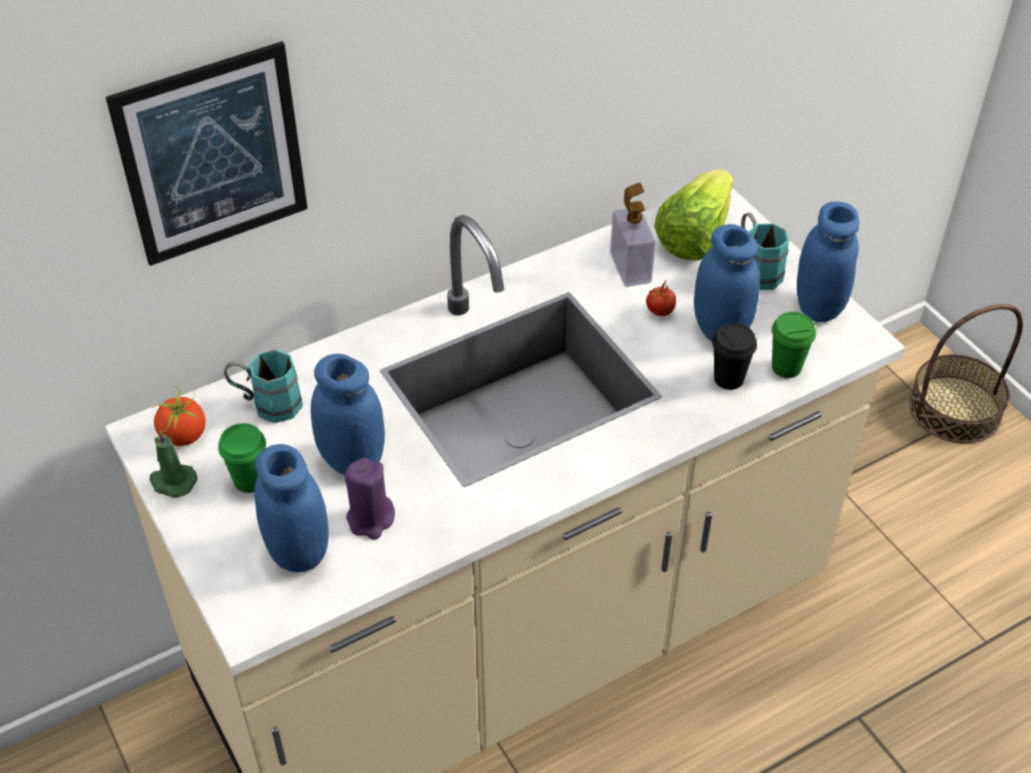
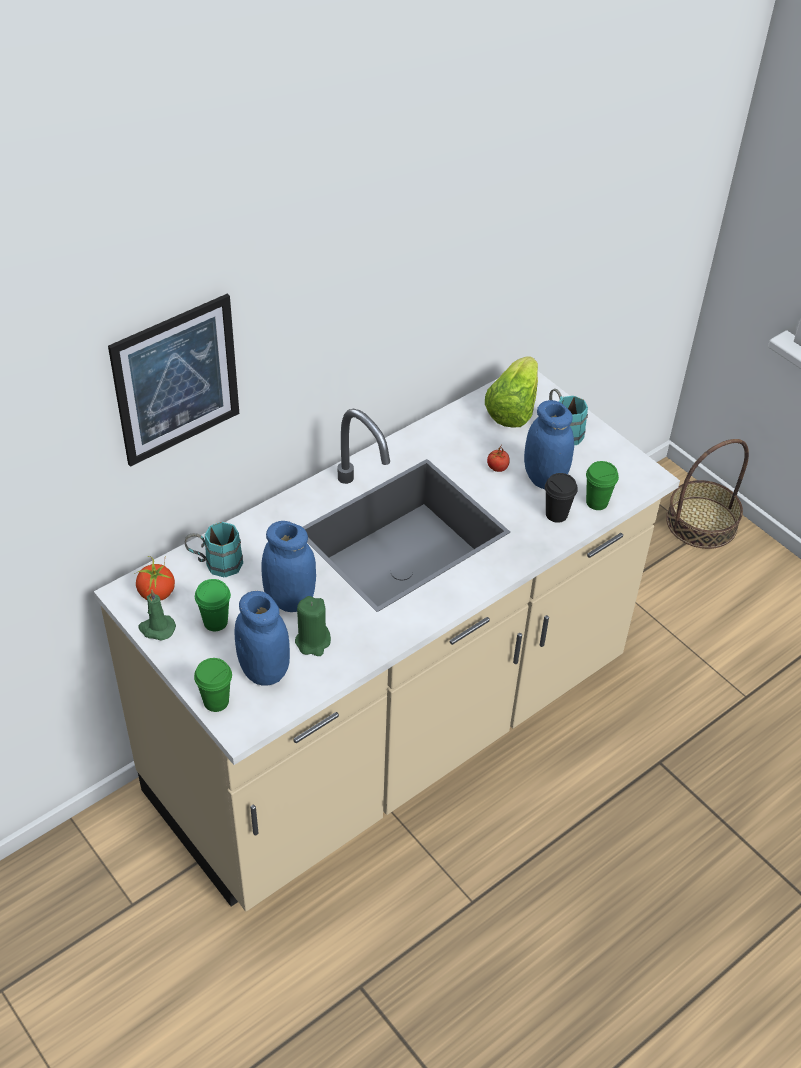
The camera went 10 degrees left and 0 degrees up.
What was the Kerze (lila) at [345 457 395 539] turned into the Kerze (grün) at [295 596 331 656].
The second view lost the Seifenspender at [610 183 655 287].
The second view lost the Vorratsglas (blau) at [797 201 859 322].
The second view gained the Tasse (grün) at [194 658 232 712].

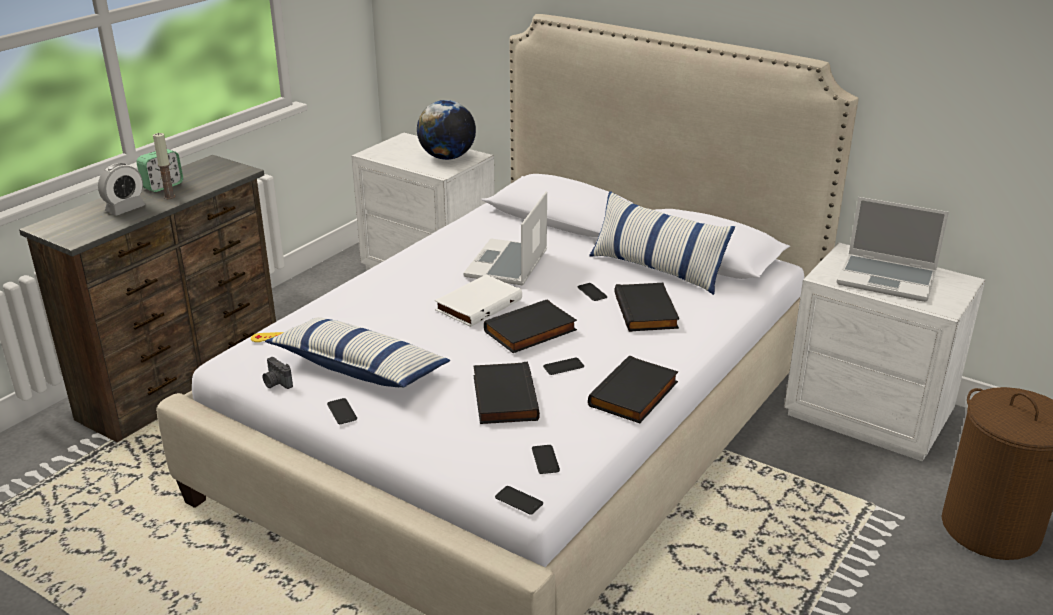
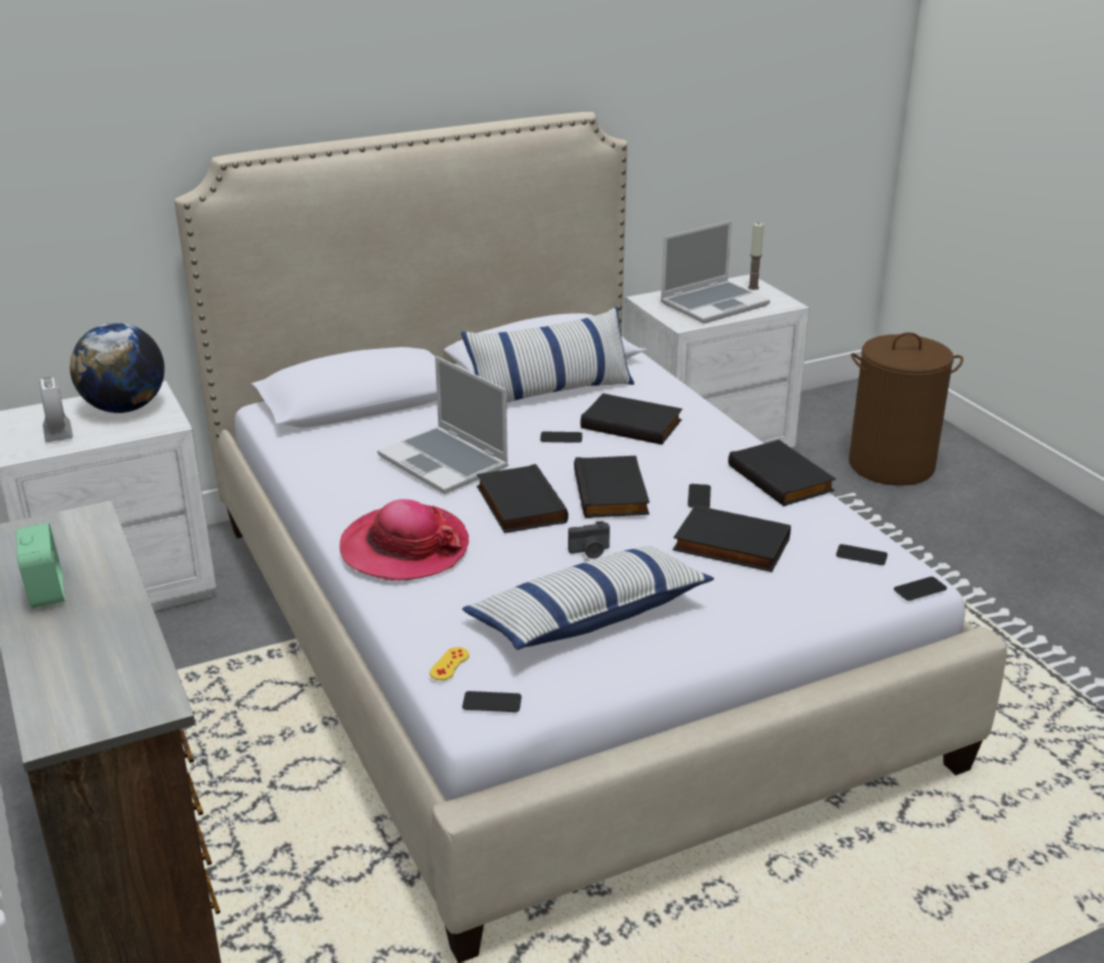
The camera went 60 degrees left and 0 degrees up.
The Wecker ended up elsewhere, having gone from [98 163 146 215] to [39 377 73 442].
The Kerze ended up elsewhere, having gone from [153 133 176 199] to [748 222 764 290].
The Kamera ended up elsewhere, having gone from [263 357 293 389] to [568 521 610 559].
The Handy ended up elsewhere, having gone from [327 398 357 424] to [462 691 522 712].
What was the Buch (weiß) at [435 275 522 327] turned into the Buch (schwarz) at [477 464 568 533].
The second view gained the Hut at [340 499 469 581].

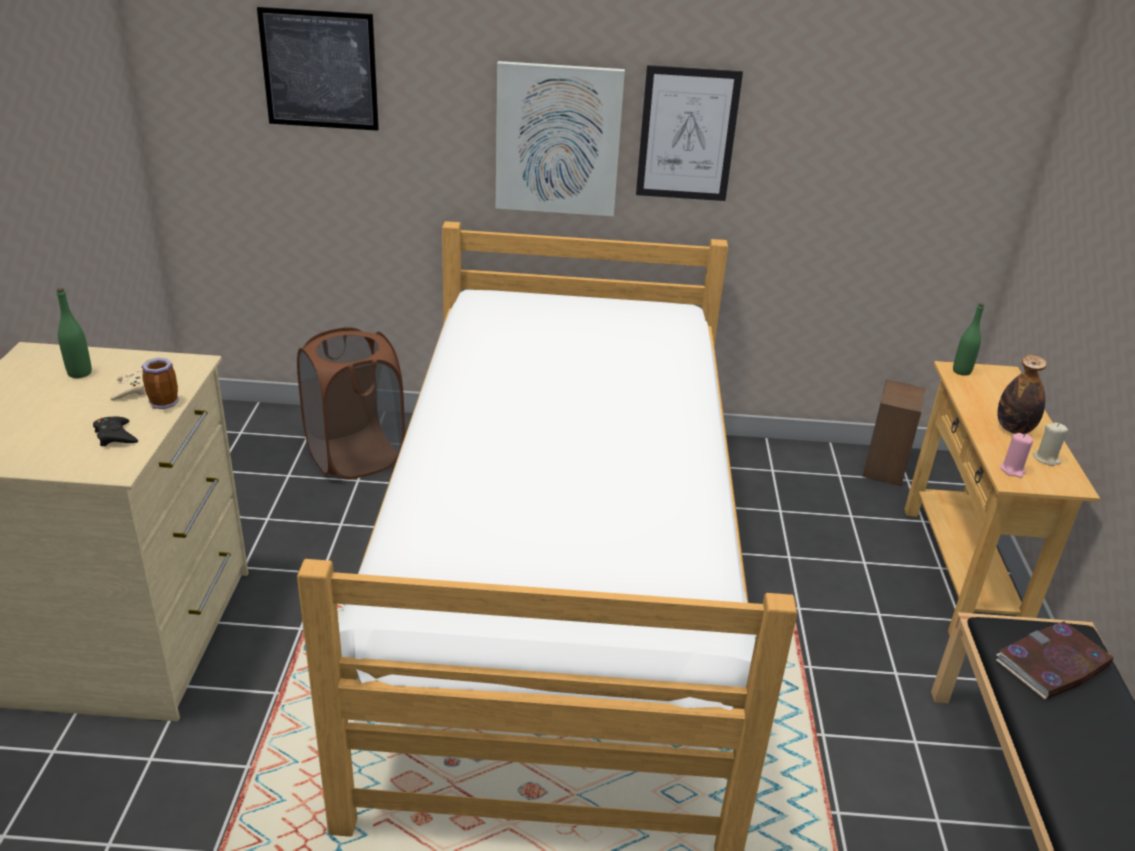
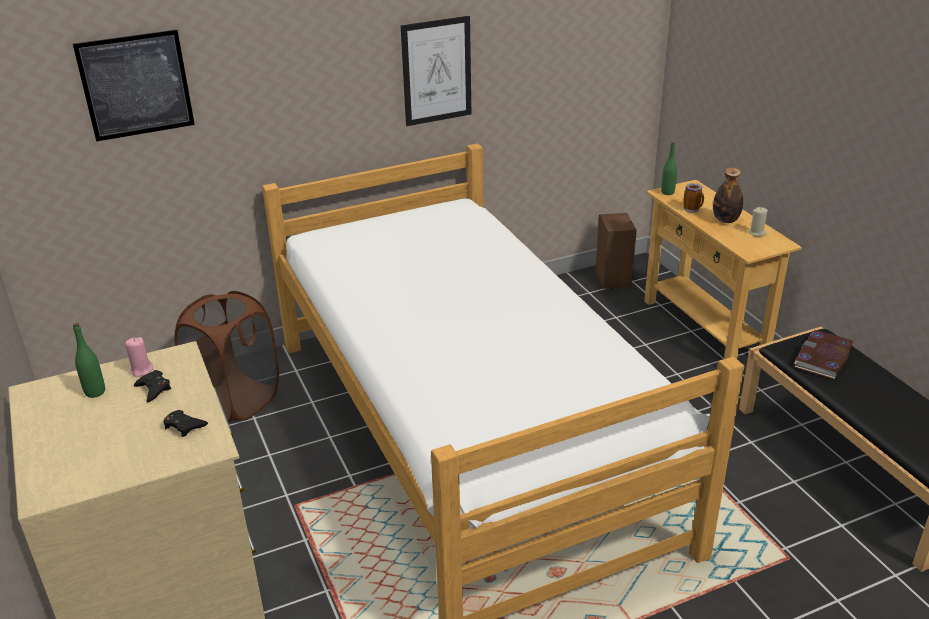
The camera went 25 degrees left and 0 degrees up.
What was the Gamepad (beige) at [110 369 146 400] turned into the Gamepad (schwarz) at [134 370 171 402].
The Henkelbecher ended up elsewhere, having gone from [142 358 179 409] to [683 183 704 213].
The second view lost the Bild at [496 61 625 216].
The Kerze (rosa) ended up elsewhere, having gone from [1000 433 1033 478] to [125 337 153 377].

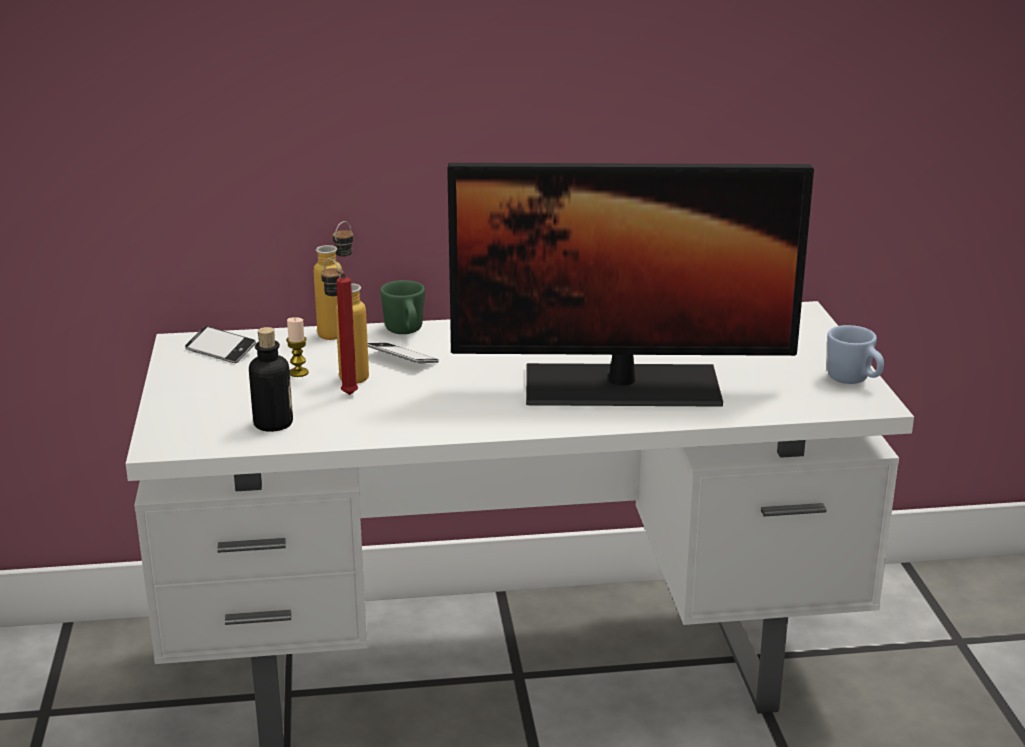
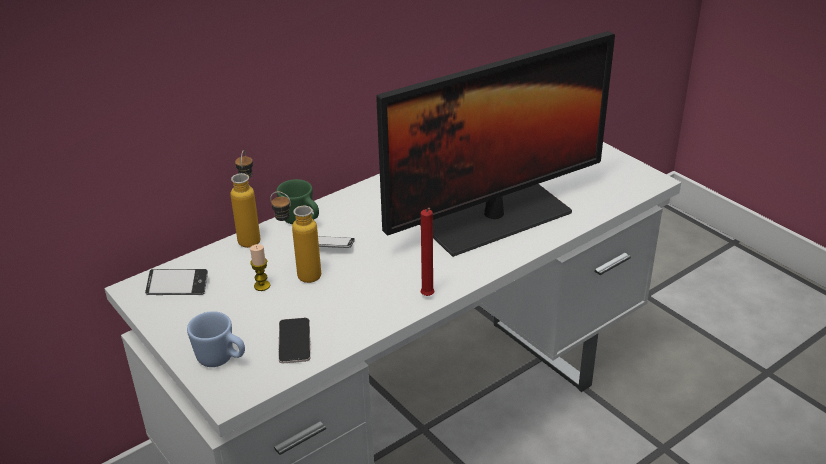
The camera went 30 degrees left and 10 degrees up.
Where the Flasche stood at [249 327 293 432], the Handy came to stand at [278 318 311 363].
The Kerze (rot) ended up elsewhere, having gone from [336 271 358 395] to [421 208 435 296].
The Henkelbecher (blau) ended up elsewhere, having gone from [827 325 884 384] to [187 311 245 367].

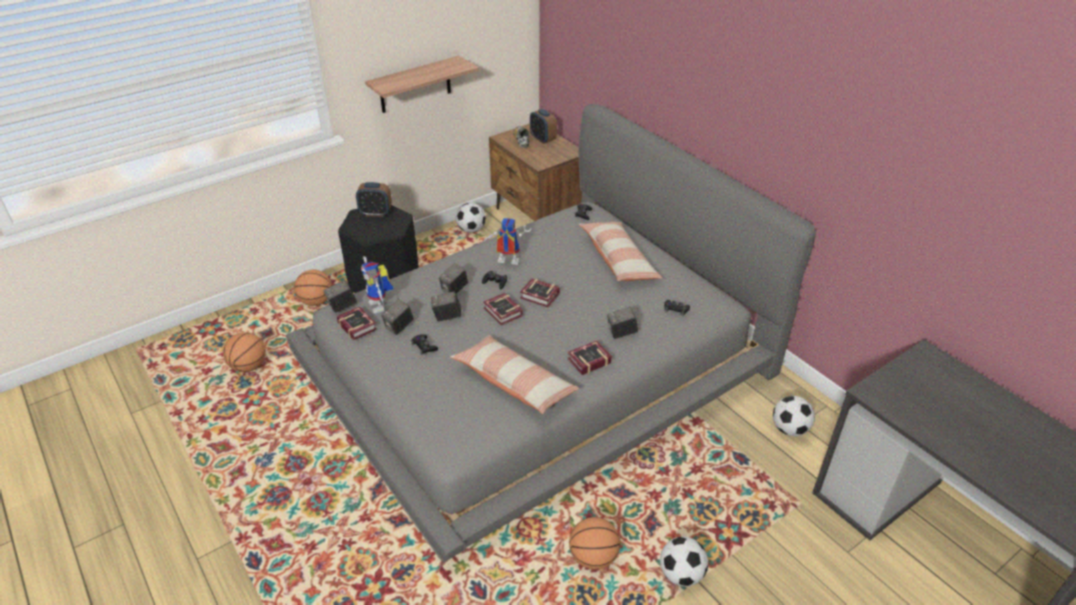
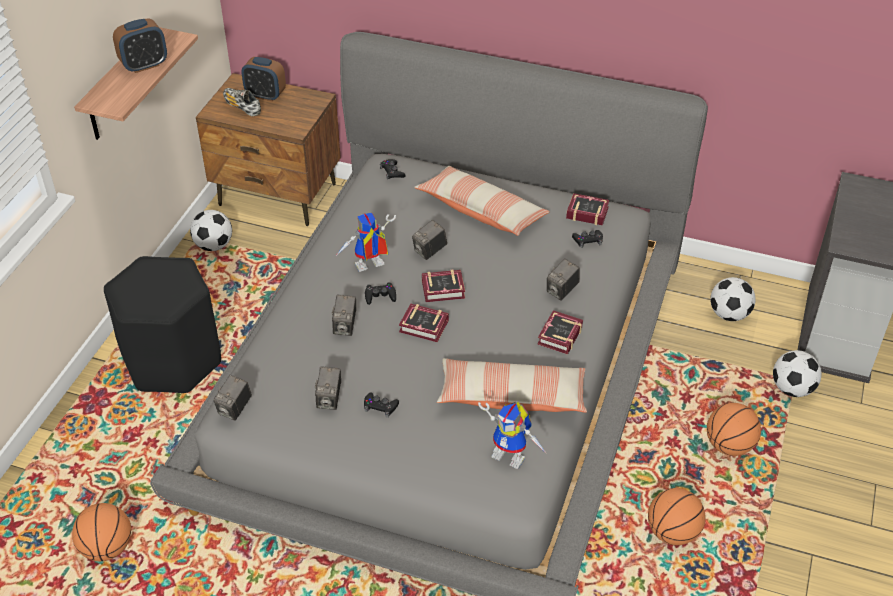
The camera went 35 degrees left and 5 degrees up.
The Basketball ended up elsewhere, having gone from [294 270 332 306] to [707 403 761 456].
The Buch ended up elsewhere, having gone from [336 306 377 340] to [566 193 609 225].
The Wecker ended up elsewhere, having gone from [356 182 392 217] to [113 18 167 73].
The Spielzeugroboter ended up elsewhere, having gone from [361 256 394 314] to [478 402 547 469].
The Kamera ended up elsewhere, having gone from [431 291 461 322] to [412 220 447 260].
The Fußball ended up elsewhere, having gone from [660 536 708 587] to [773 350 822 397].

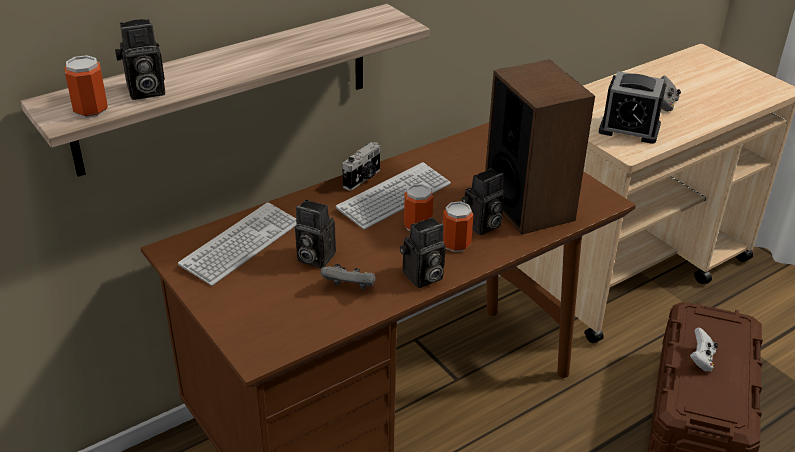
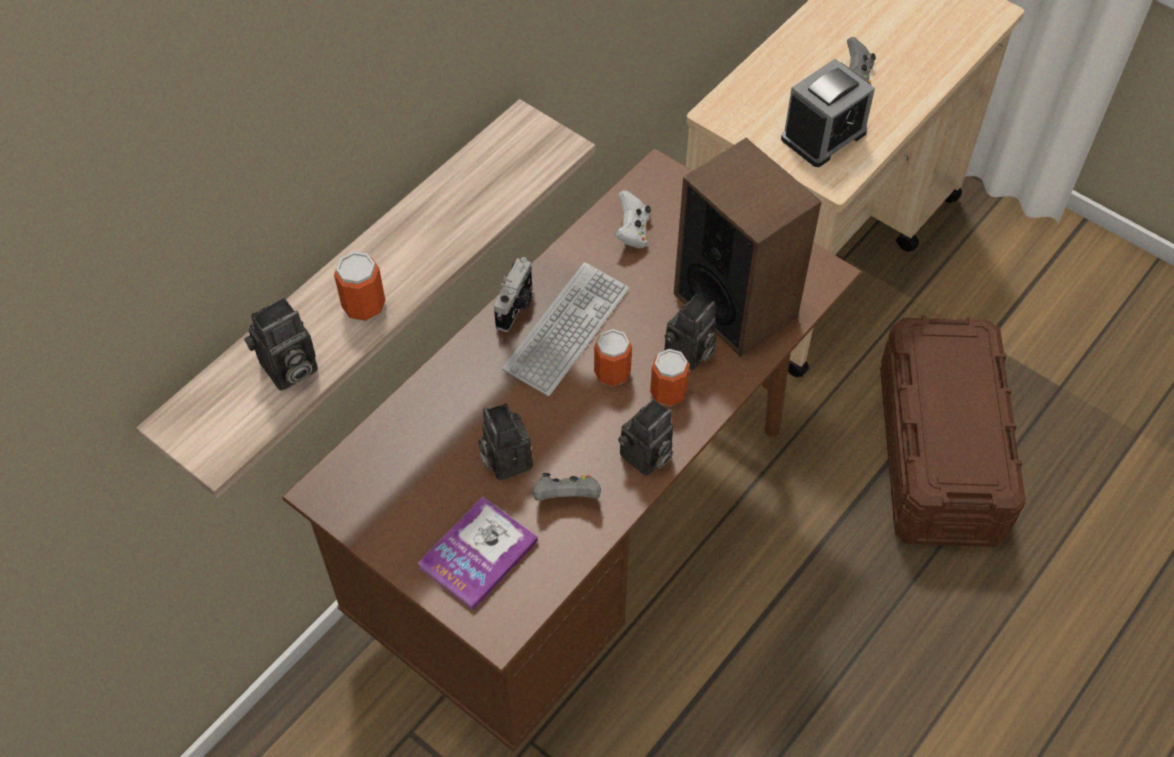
The camera went 15 degrees left and 20 degrees up.
The Dose ended up elsewhere, having gone from [65 55 108 118] to [334 251 385 321].
The second view lost the Tastatur at [178 202 296 286].
The Kamera at [295 200 336 268] ended up facing another way, 60 degrees clockwise from before.
The Wecker at [599 71 666 144] ended up facing another way, 45 degrees counterclockwise from before.
The Gamepad (weiß) ended up elsewhere, having gone from [690 327 718 372] to [614 190 651 248].
The second view gained the Buch at [417 497 538 610].

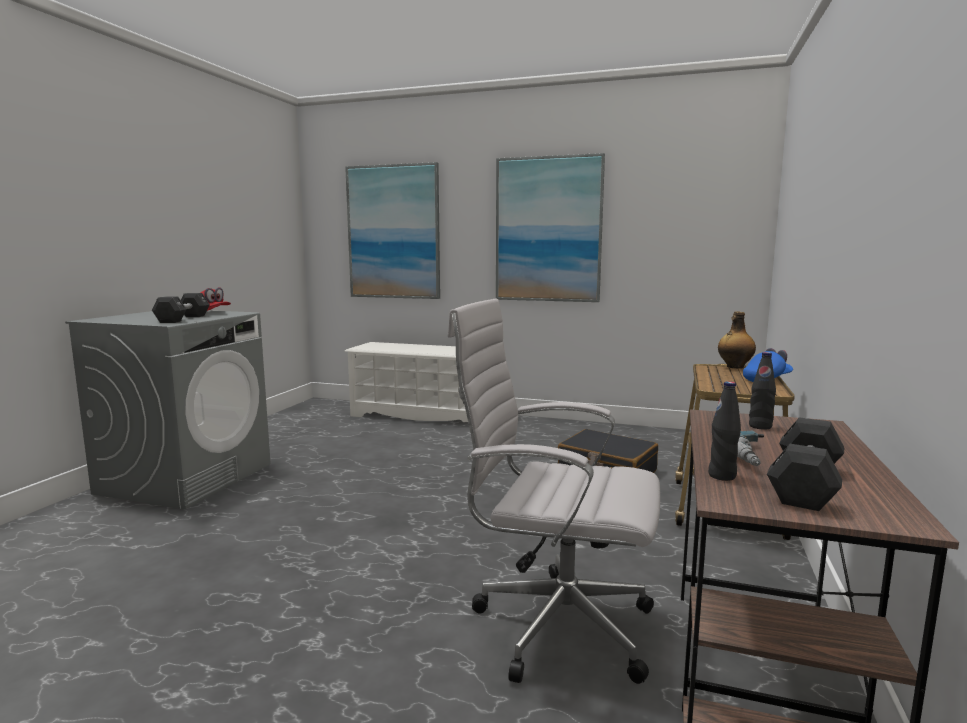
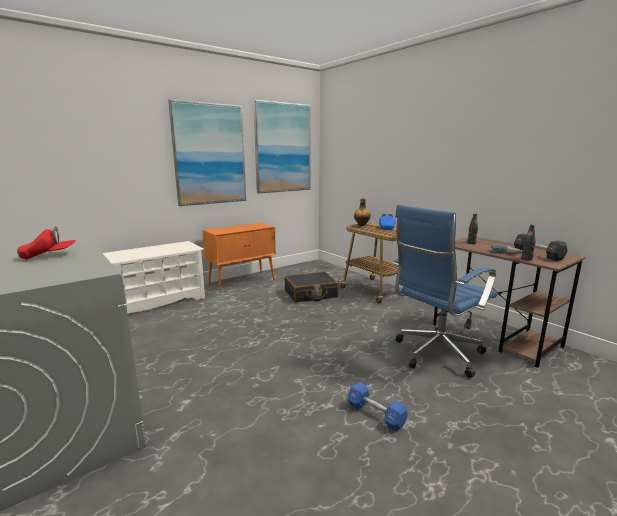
The camera went 55 degrees left and 5 degrees up.
The second view lost the Hantel (schwarz) at [152 293 210 323].
The Bild ended up elsewhere, having gone from [345 162 440 299] to [253 100 311 193].
What was the Bürostuhl (weiß) at [448 298 660 684] turned into the Bürostuhl (blau) at [393 205 498 378].
The second view gained the Schrank (orange) at [202 223 276 292].
The second view gained the Hantel (blau) at [347 382 408 431].

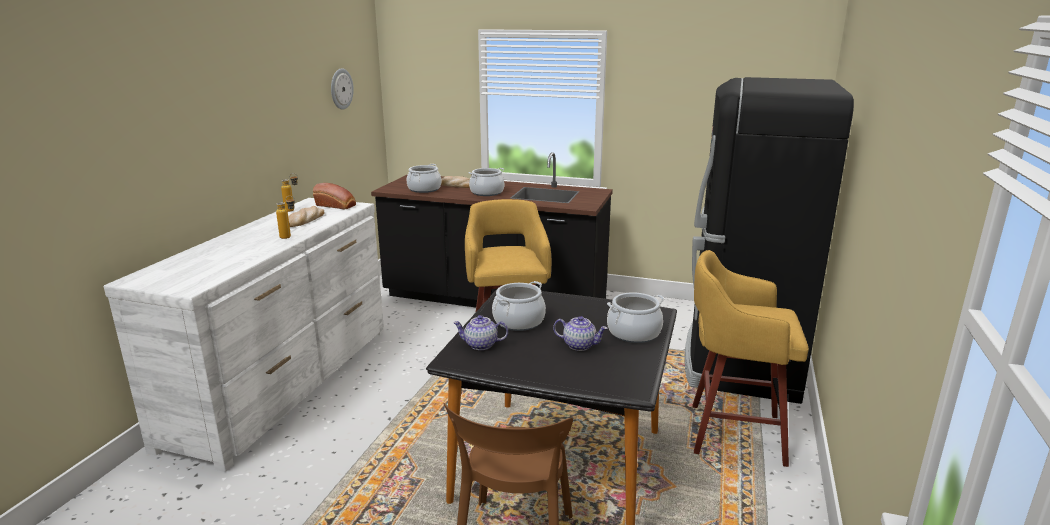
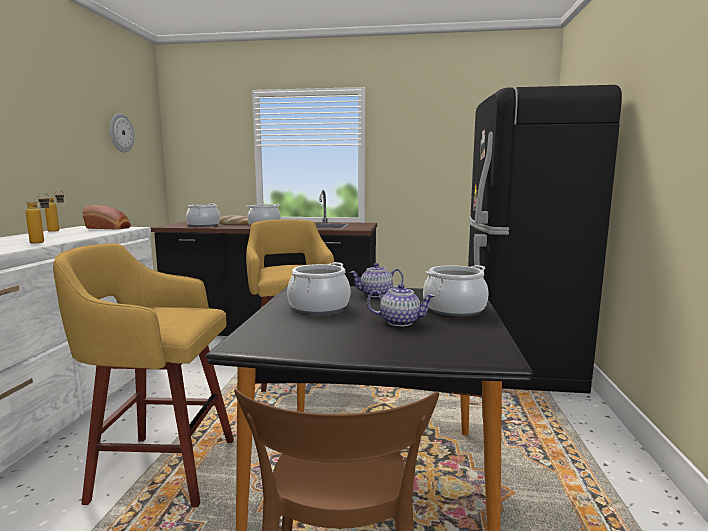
The camera went 10 degrees left and 10 degrees down.
The second view lost the Brot at [288 206 324 227].
The Teekanne ended up elsewhere, having gone from [453 315 508 350] to [350 263 404 297].
The Hocker (gelb) ended up elsewhere, having gone from [692 250 809 467] to [53 244 234 507].

